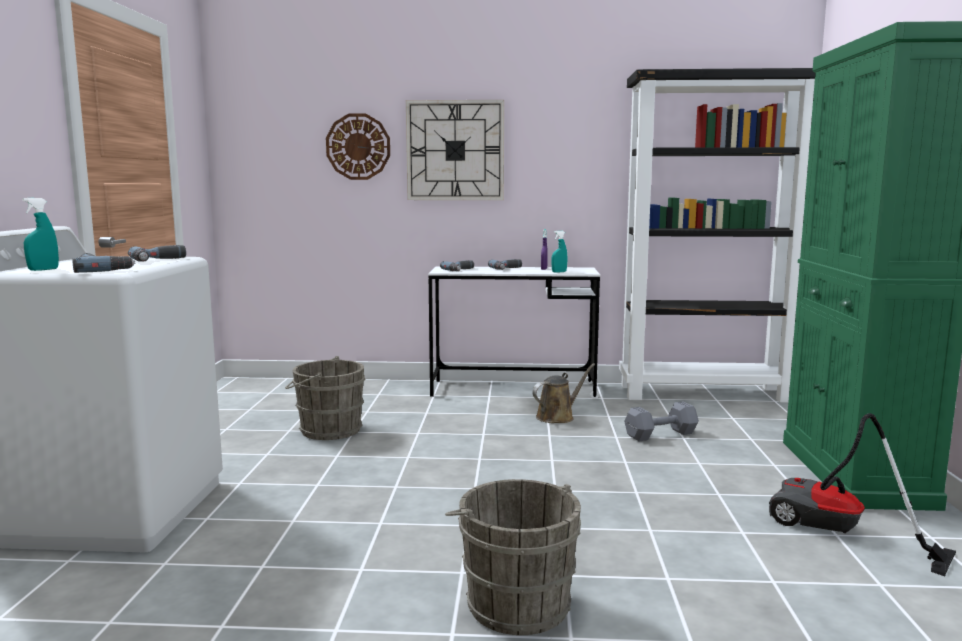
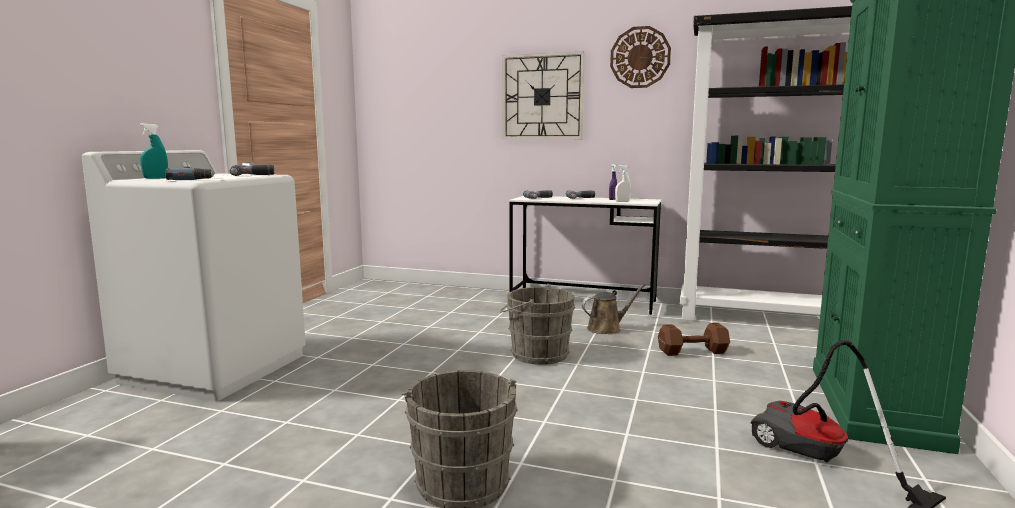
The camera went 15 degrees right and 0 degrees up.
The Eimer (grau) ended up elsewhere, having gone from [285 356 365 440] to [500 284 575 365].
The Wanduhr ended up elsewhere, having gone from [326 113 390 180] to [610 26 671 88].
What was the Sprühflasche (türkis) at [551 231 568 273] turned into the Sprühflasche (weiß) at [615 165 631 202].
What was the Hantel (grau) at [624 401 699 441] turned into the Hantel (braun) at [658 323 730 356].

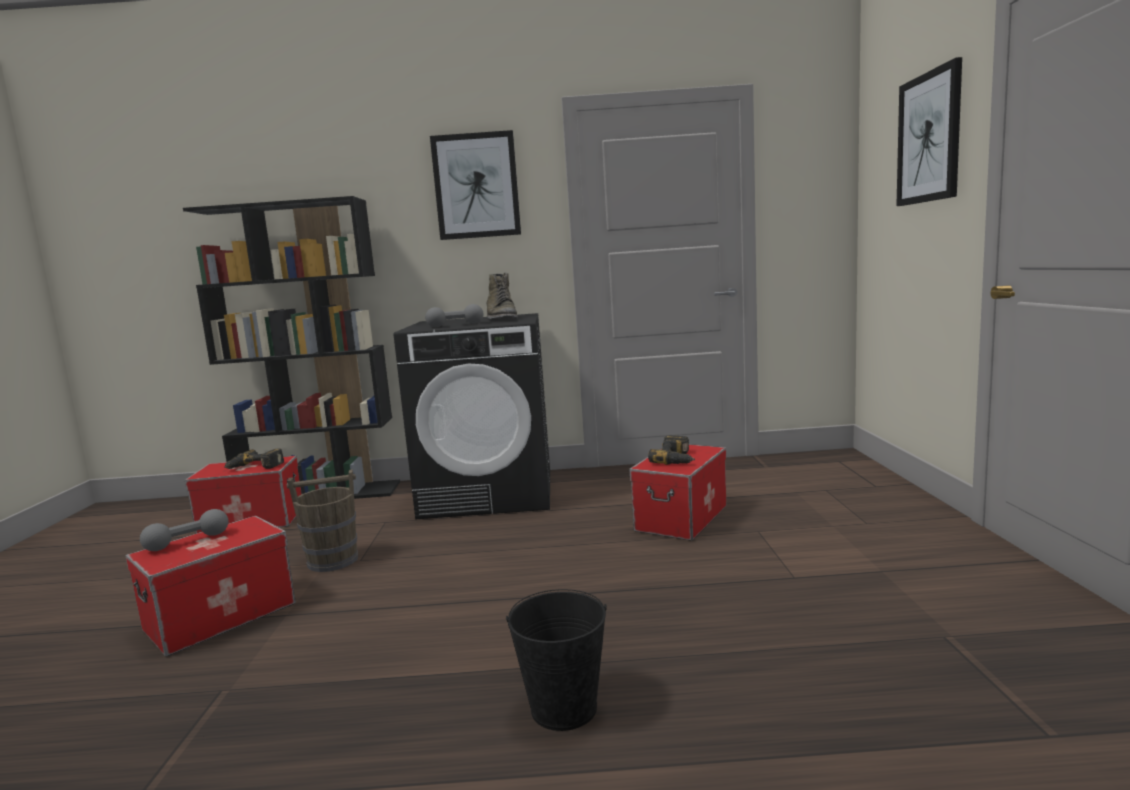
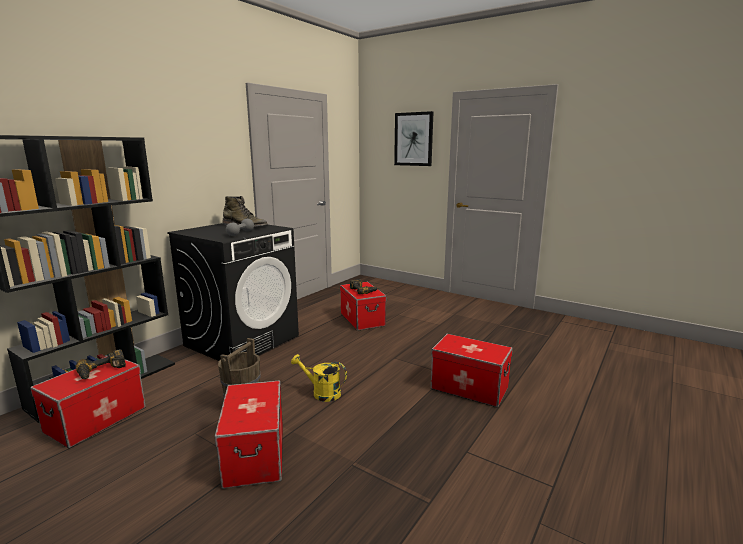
The camera went 55 degrees left and 5 degrees up.
The second view lost the Hantel (grau) at [140 509 229 551].
The second view lost the Bild at [430 130 521 240].
Where the Eimer (schwarz) stood at [506 589 607 731], the Aufbewahrungsbox came to stand at [431 334 513 407].
The second view gained the Gießkanne (gelb) at [291 354 347 402].

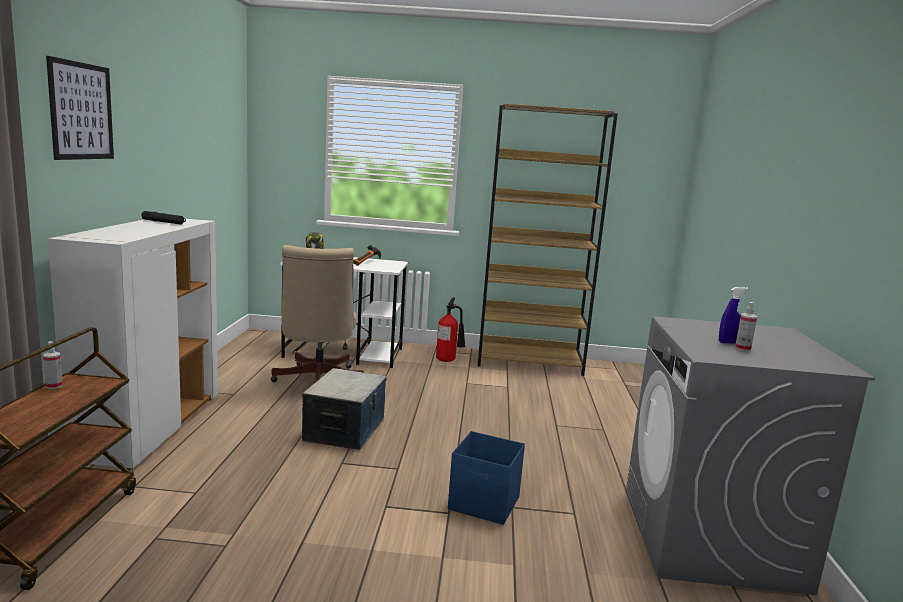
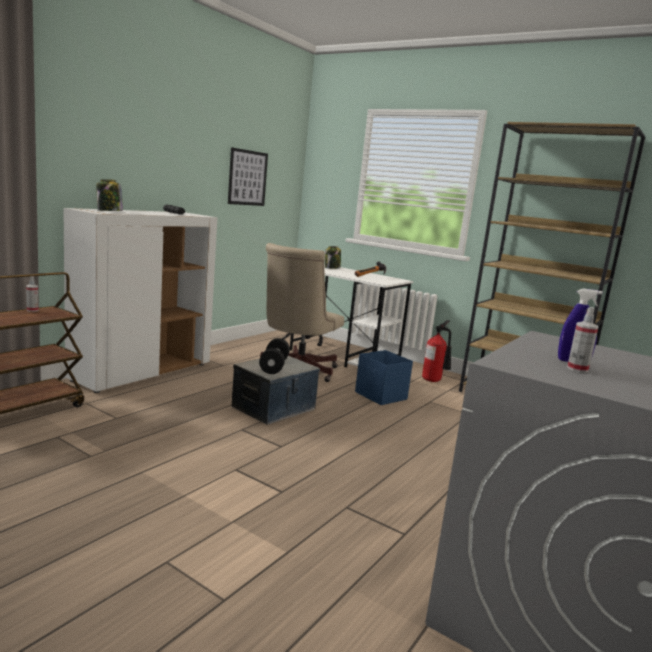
The camera went 30 degrees right and 0 degrees up.
The Bild ended up elsewhere, having gone from [46 56 114 160] to [228 147 268 206].
The Aufbewahrungsbox (blau) ended up elsewhere, having gone from [448 431 525 525] to [355 350 413 405].
The second view gained the Vorratsglas at [96 179 123 211].
The second view gained the Hantel (schwarz) at [259 338 290 374].

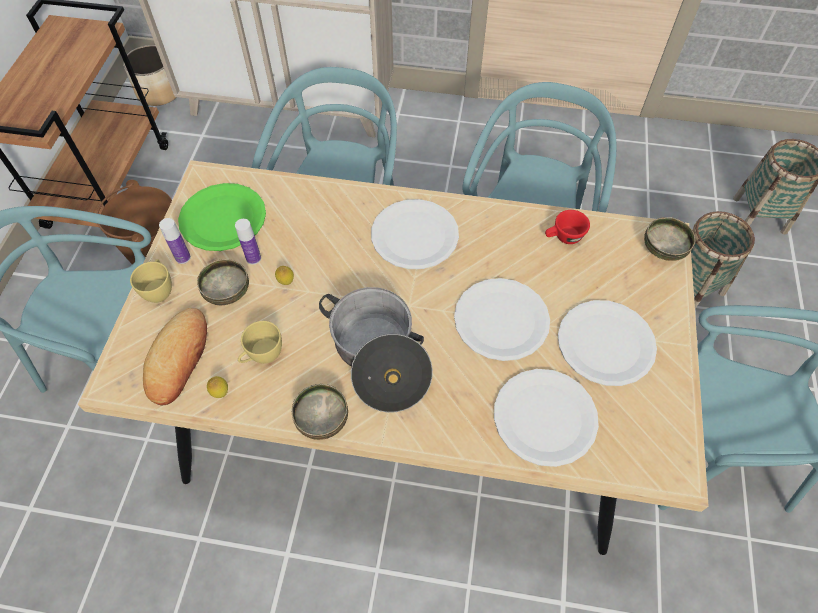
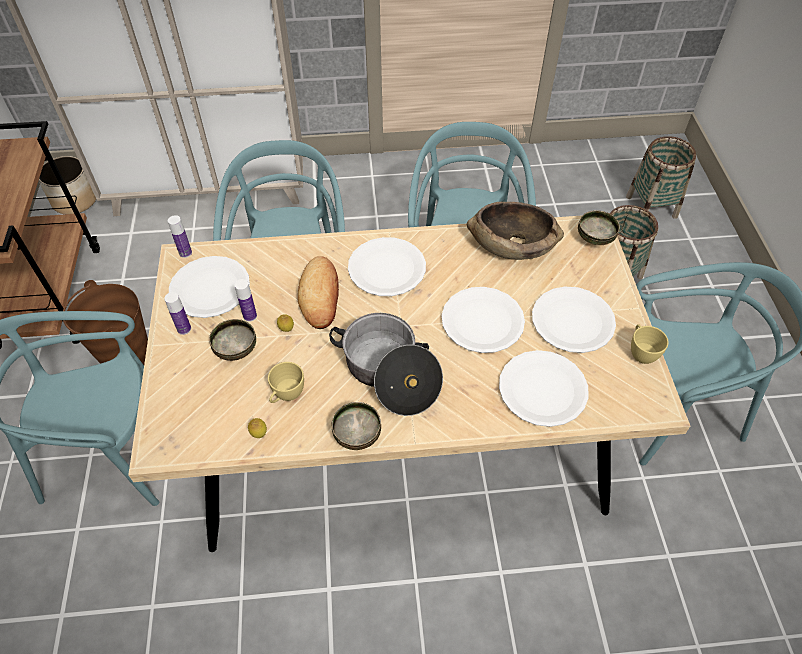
The camera went 15 degrees left and 5 degrees down.
The Tasse (gelb) ended up elsewhere, having gone from [130 259 172 303] to [631 324 669 364].
The Brot ended up elsewhere, having gone from [143 308 207 406] to [298 256 339 329].
What was the Teller (grün) at [178 183 266 251] turned into the Teller (weiß) at [169 256 250 318].
Where the Tasse (rot) stood at [545 210 590 244], the Schüssel (braun) came to stand at [467 202 564 260].
The second view gained the Flasche at [168 215 192 258].

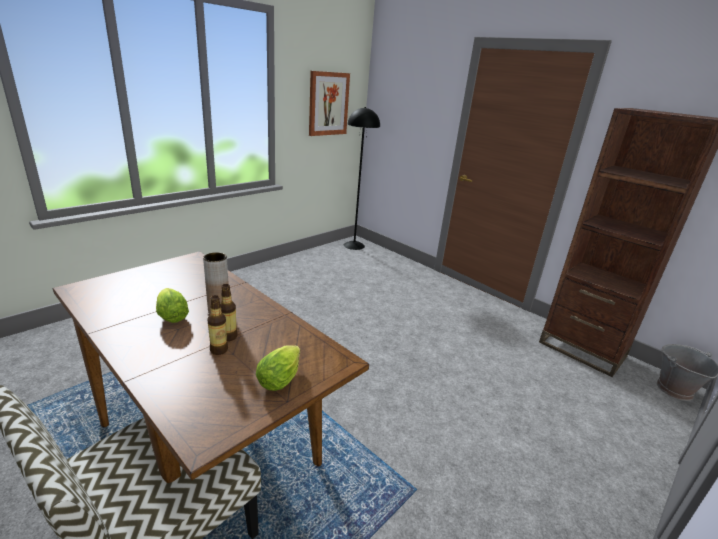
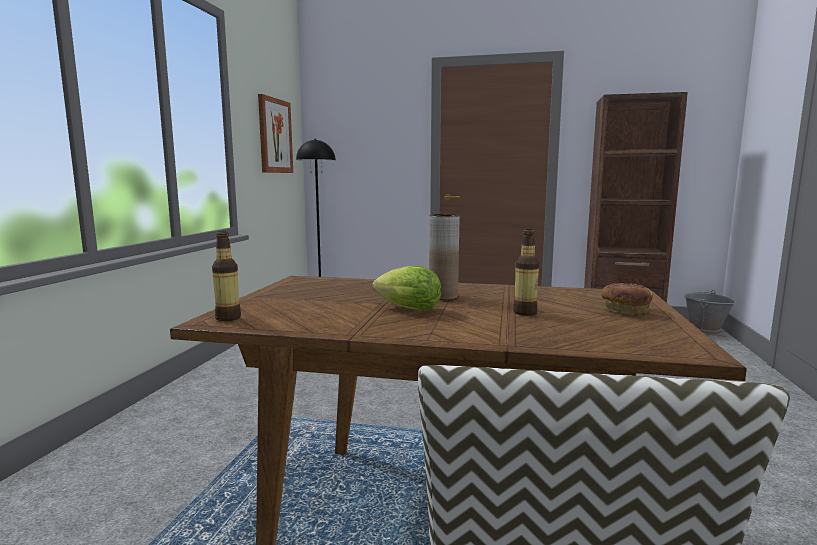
The camera went 30 degrees left and 15 degrees down.
The Flasche ended up elsewhere, having gone from [220 284 238 341] to [212 231 241 321].
Where the Salatkopf stood at [256 345 300 391], the Brot came to stand at [601 283 653 316].

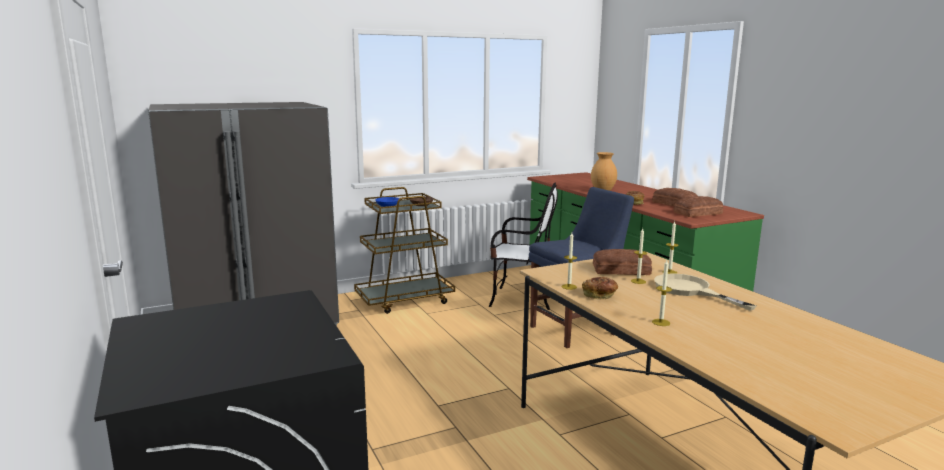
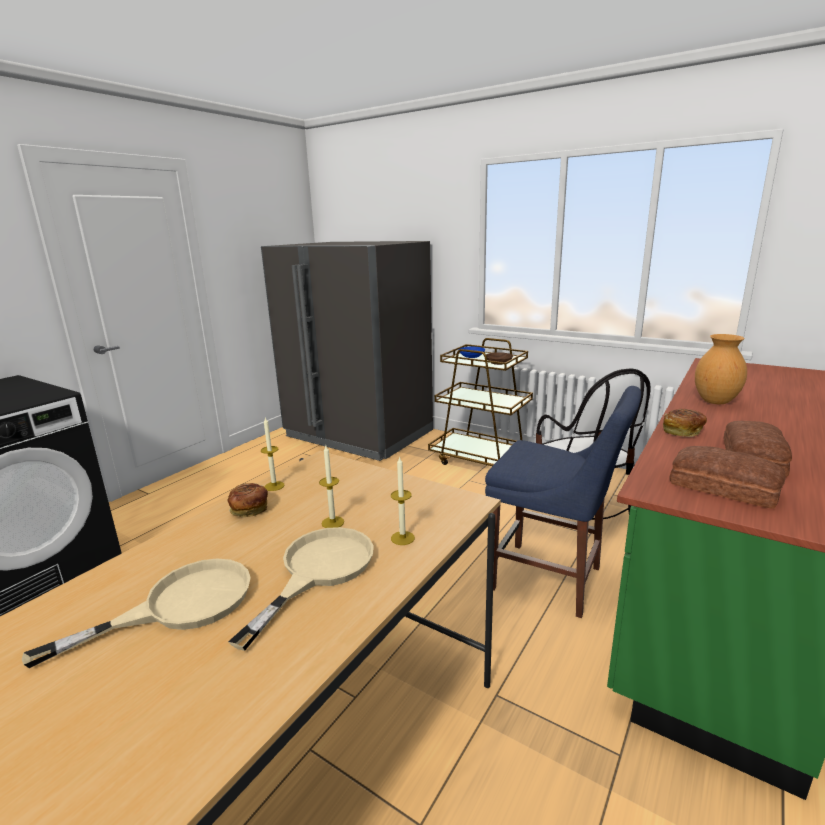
The camera went 60 degrees right and 5 degrees up.
The second view lost the Brot at [593 249 652 275].
The second view lost the Kerze at [652 260 672 326].
The second view gained the Pfanne (beige) at [22 559 251 668].

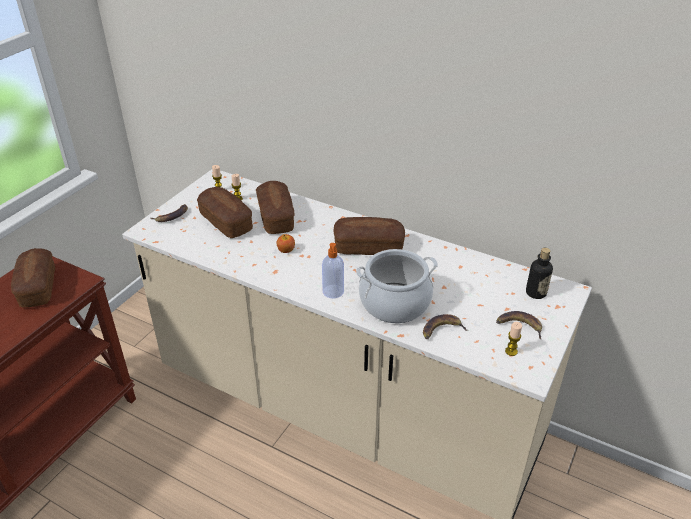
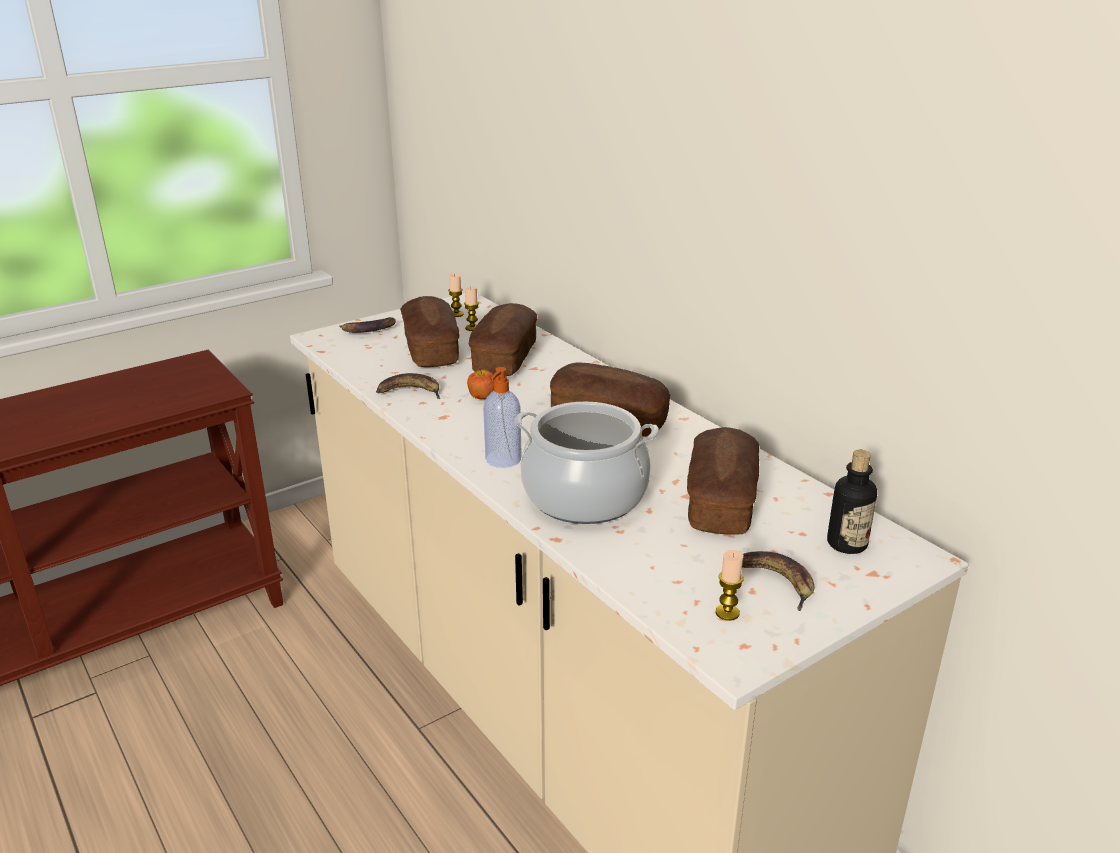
The camera went 25 degrees right and 10 degrees down.
The Brot ended up elsewhere, having gone from [11 248 55 307] to [687 427 759 535].
The Banane ended up elsewhere, having gone from [423 314 468 339] to [376 373 440 399].

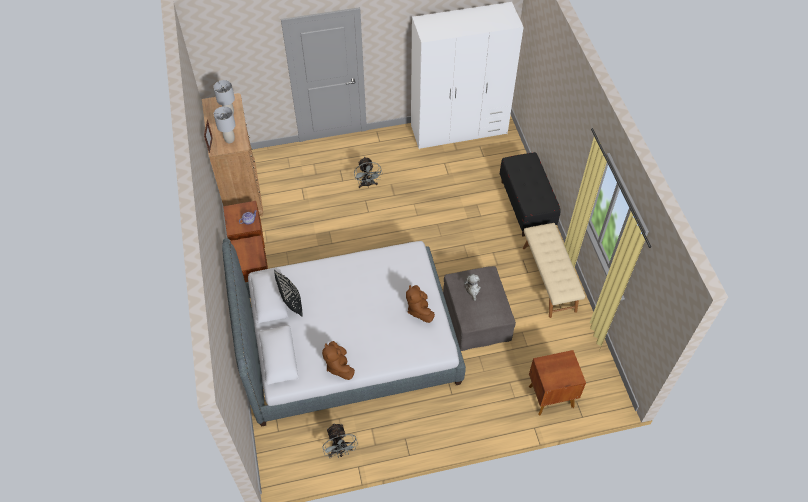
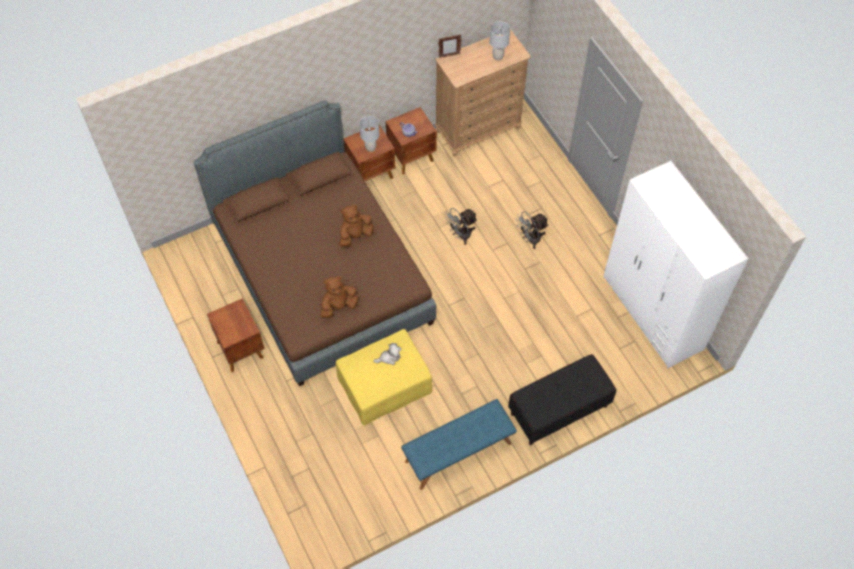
The camera went 75 degrees right and 5 degrees up.
The Tischlampe (grau) ended up elsewhere, having gone from [214 106 236 143] to [359 116 379 152].
What was the Bett (grau) at [222 238 466 426] turned into the Bett (braun) at [194 100 436 386].
The second view lost the Kissen (schwarz) at [274 270 303 317].
The Plüschtier (braun) ended up elsewhere, having gone from [322 341 355 380] to [339 205 374 247].
The Ventilator (grau) ended up elsewhere, having gone from [322 423 358 458] to [444 208 478 245].
What was the Polsterhocker (grau) at [443 266 516 351] turned into the Polsterhocker (gelb) at [335 329 432 426].
What was the Bank (beige) at [523 223 585 318] turned into the Bank (blau) at [401 399 517 490].
The Nachttisch (braun) ended up elsewhere, having gone from [529 350 586 415] to [207 298 265 372].

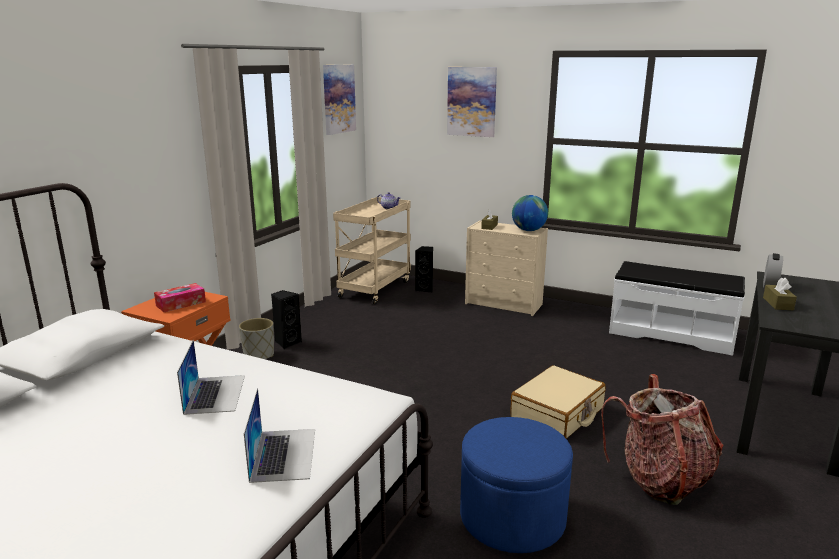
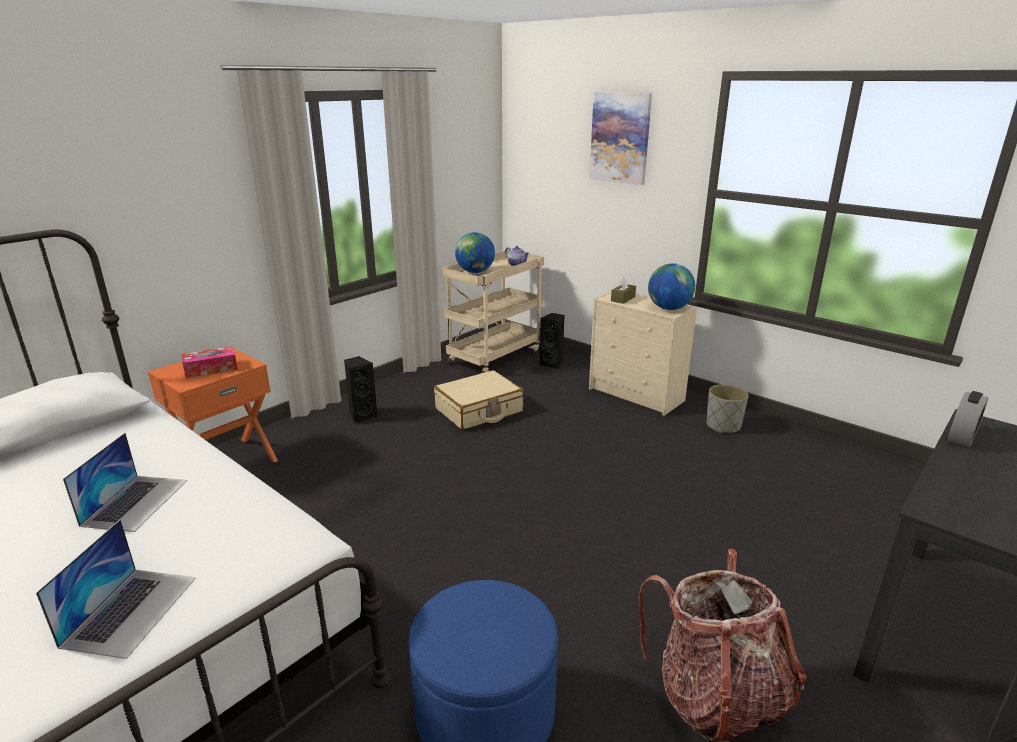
The camera went 15 degrees right and 5 degrees up.
The Pflanzkübel (grau) ended up elsewhere, having gone from [239 318 274 359] to [707 384 749 434].
The second view lost the Bild at [323 65 356 135].
The Koffer (beige) ended up elsewhere, having gone from [510 365 605 439] to [434 370 524 430].
The second view lost the Bank (weiß) at [609 261 745 356].
The second view lost the Taschentuchbox (braun) at [763 278 797 310].
The second view gained the Globus at [455 232 495 273].

